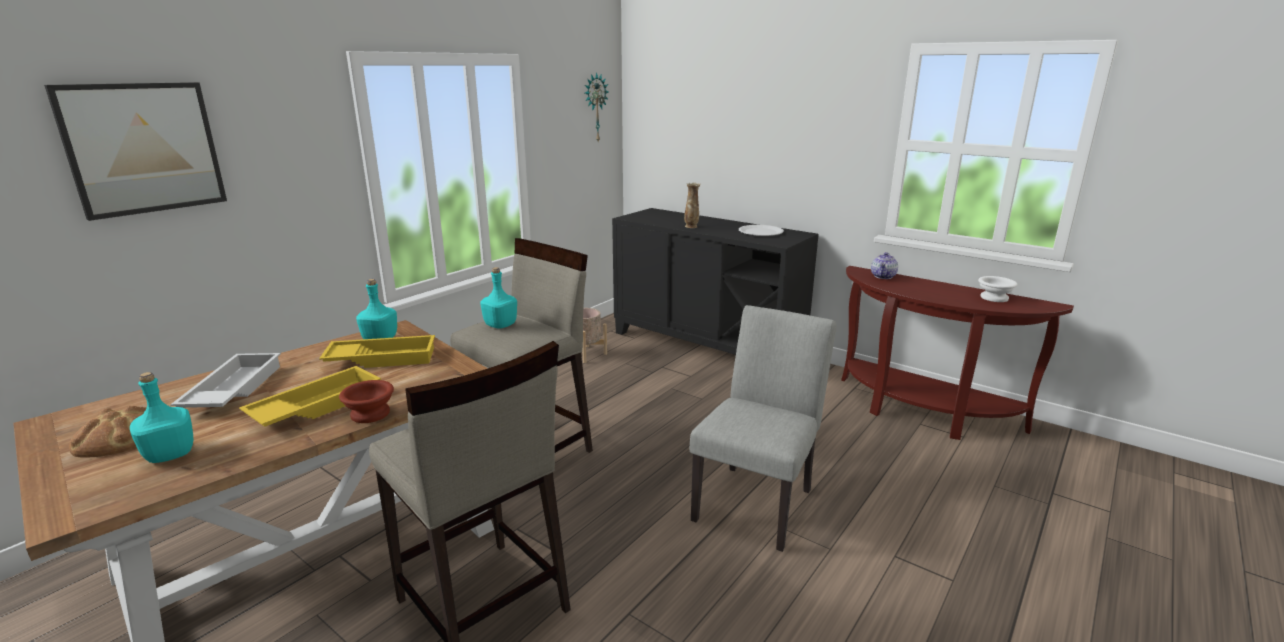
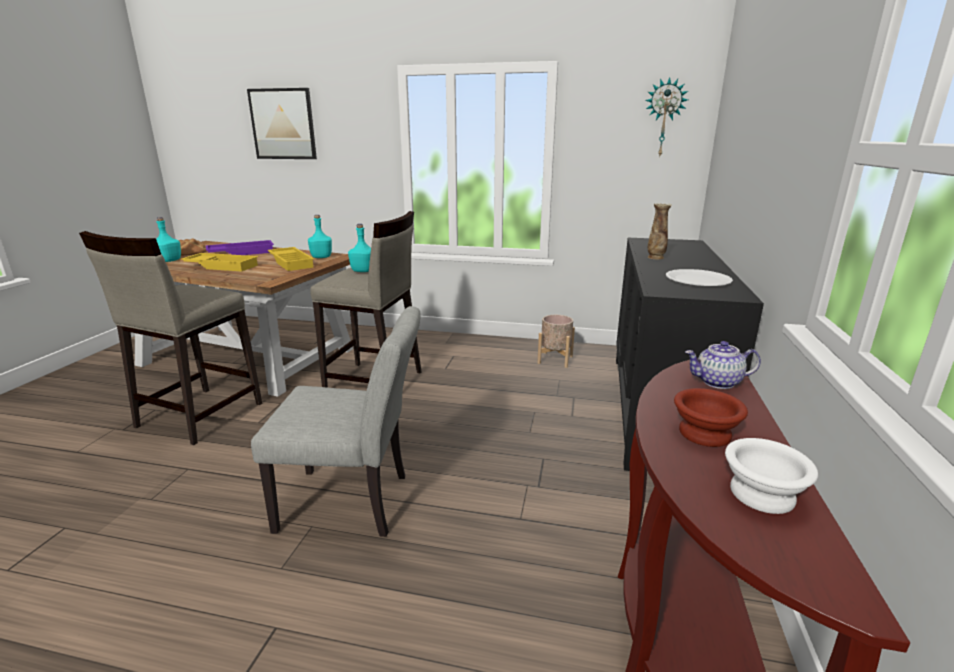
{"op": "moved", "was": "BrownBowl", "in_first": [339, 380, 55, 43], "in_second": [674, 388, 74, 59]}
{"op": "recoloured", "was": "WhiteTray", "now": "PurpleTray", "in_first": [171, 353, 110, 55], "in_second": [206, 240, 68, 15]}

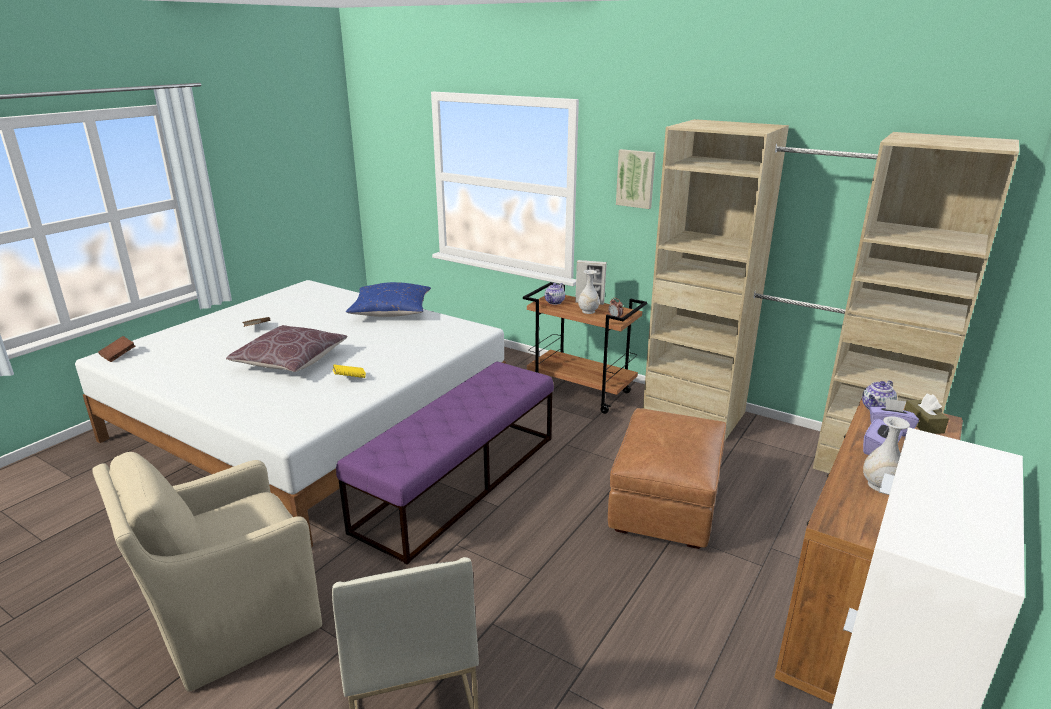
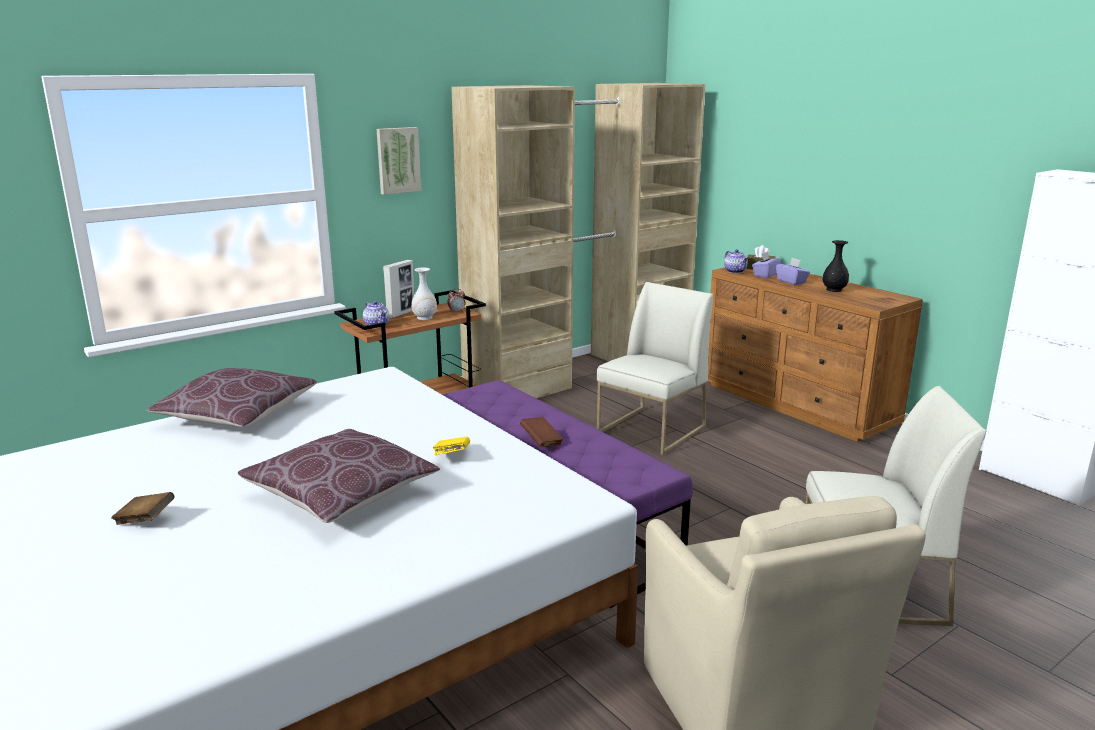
{"op": "moved", "was": "BrownBook", "in_first": [98, 336, 37, 26], "in_second": [520, 417, 43, 30]}
{"op": "replaced", "was": "BrownOttoman", "now": "WhiteChair", "in_first": [608, 408, 118, 141], "in_second": [597, 282, 116, 173]}
{"op": "recoloured", "was": "BluePillow", "now": "BrownPillow", "in_first": [346, 282, 85, 35], "in_second": [147, 368, 170, 59]}
{"op": "recoloured", "was": "WhiteVase", "now": "BlackVase", "in_first": [863, 416, 47, 75], "in_second": [823, 240, 26, 52]}

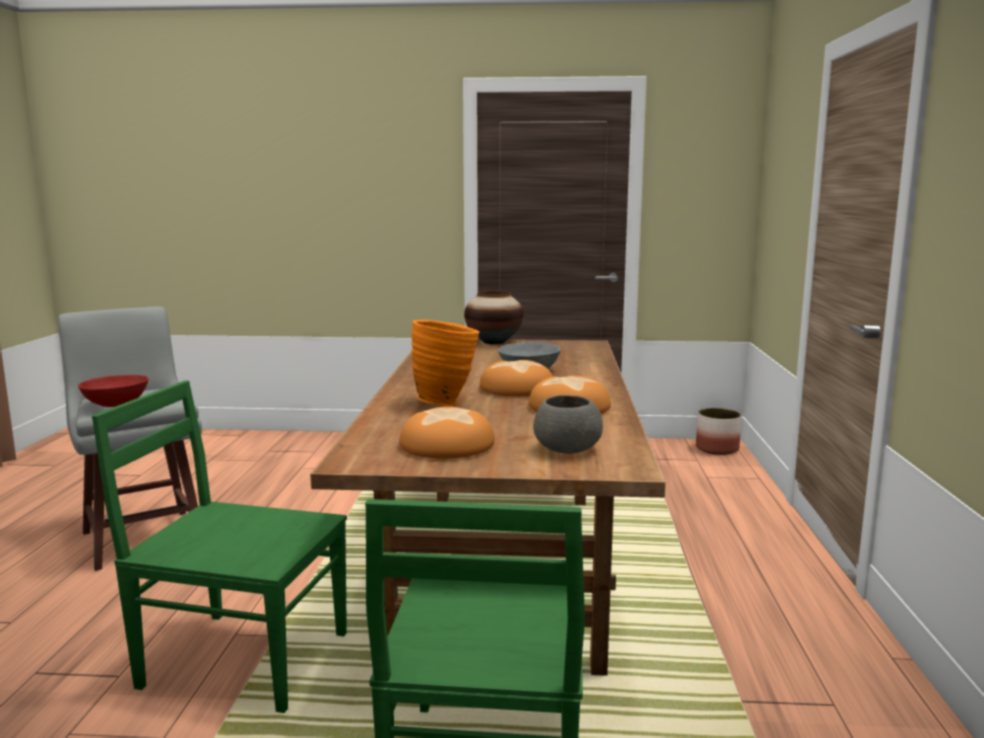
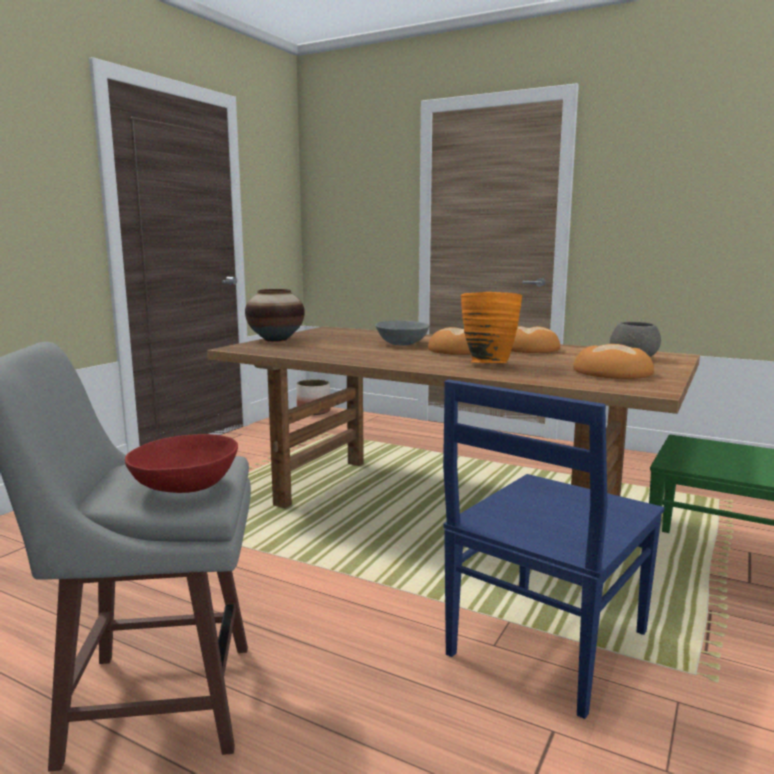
{"op": "recoloured", "was": "GreenChair", "now": "BlueChair", "in_first": [92, 380, 255, 333], "in_second": [443, 379, 221, 340]}

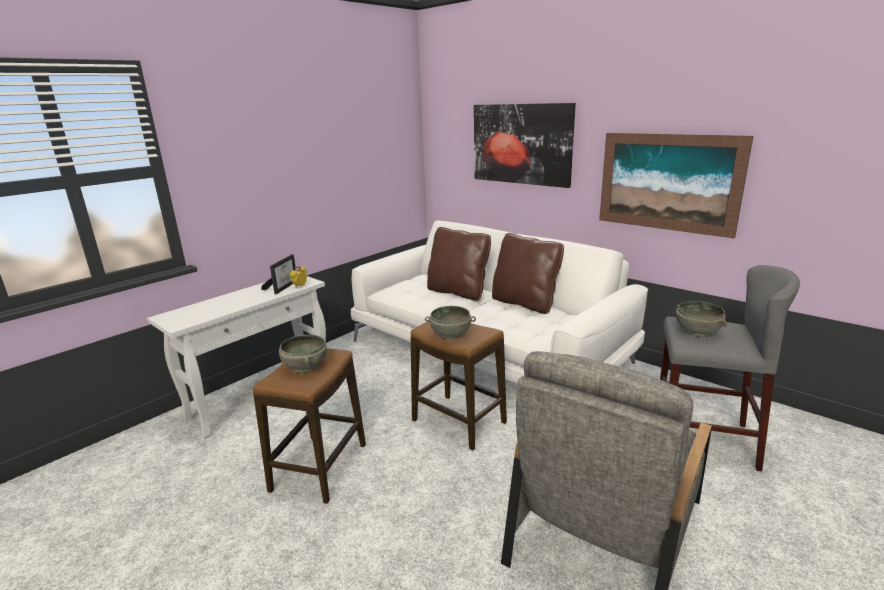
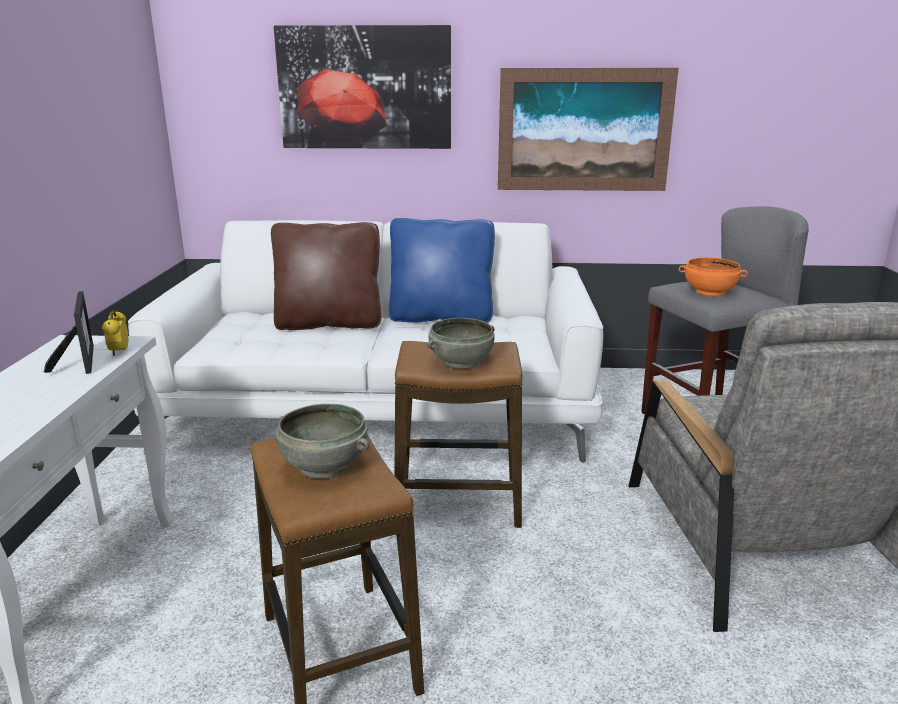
{"op": "recoloured", "was": "BrownPillow", "now": "BluePillow", "in_first": [492, 233, 72, 81], "in_second": [389, 218, 106, 105]}
{"op": "recoloured", "was": "GreyBowl", "now": "OrangeBowl", "in_first": [675, 301, 52, 36], "in_second": [679, 257, 69, 39]}

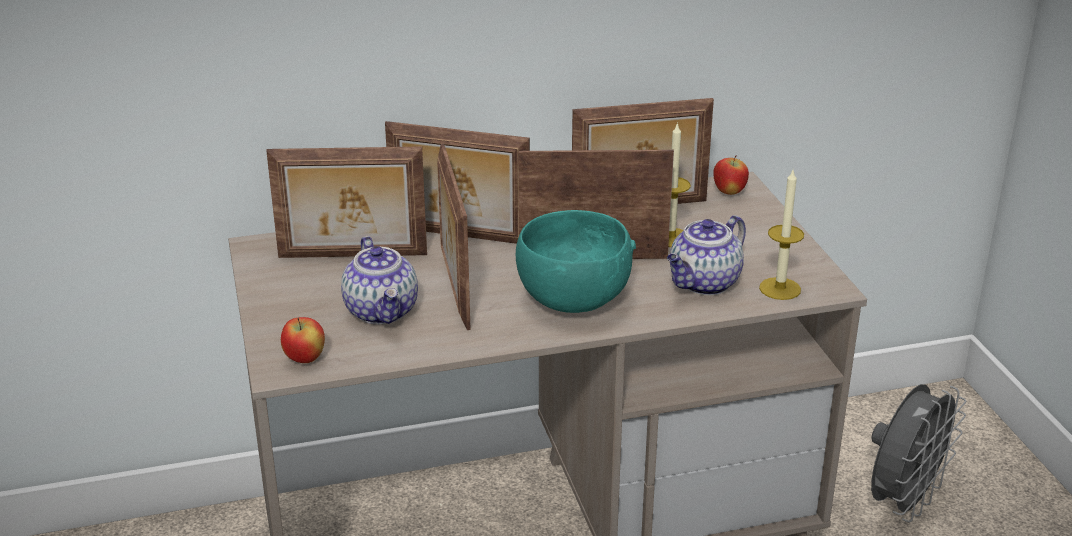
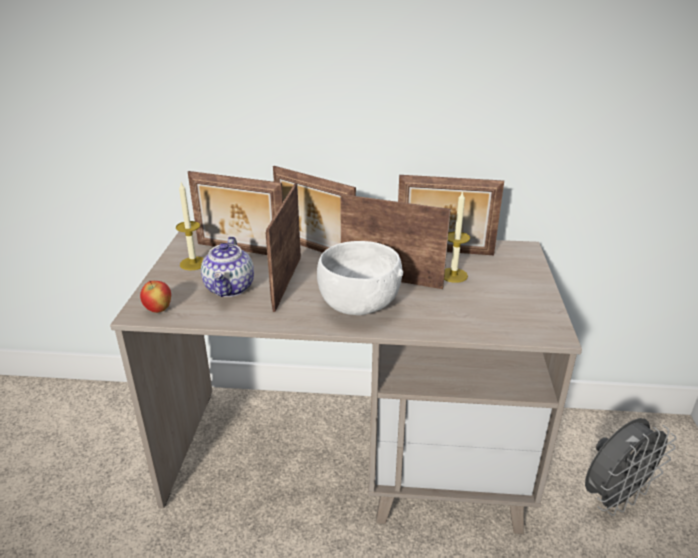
{"op": "removed", "was": "Teapot", "in_first": [667, 215, 79, 80]}
{"op": "removed", "was": "Apple", "in_first": [713, 155, 36, 40]}
{"op": "moved", "was": "Candle", "in_first": [759, 170, 45, 130], "in_second": [176, 182, 28, 88]}
{"op": "recoloured", "was": "TurquoiseBowl", "now": "WhiteBowl", "in_first": [516, 210, 120, 103], "in_second": [317, 241, 86, 74]}

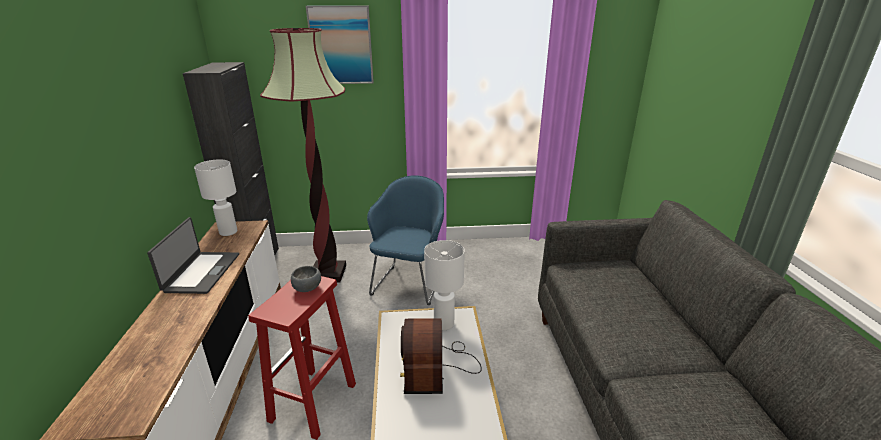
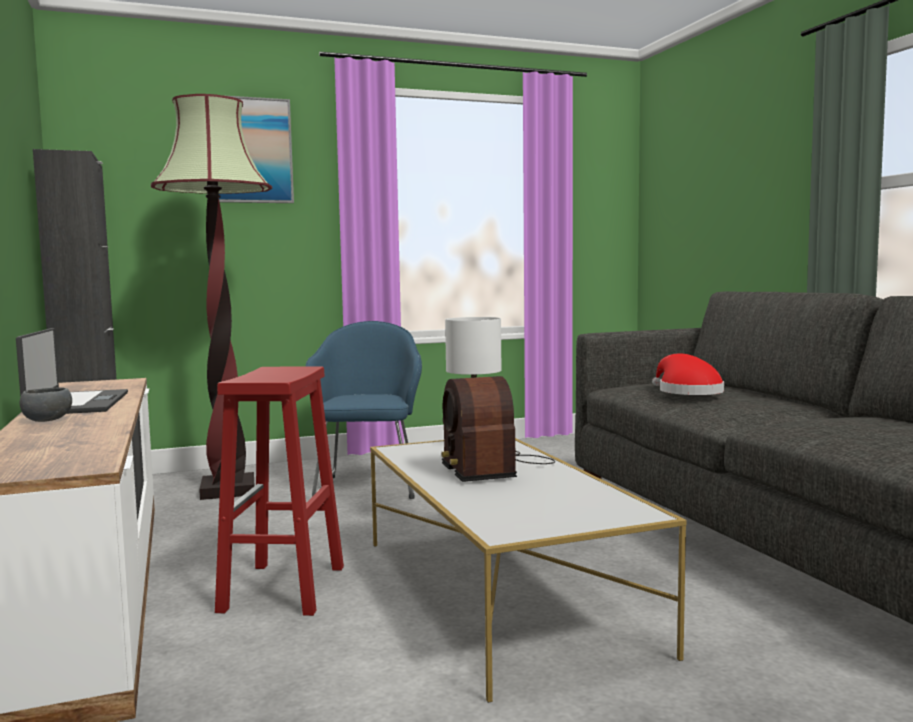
{"op": "removed", "was": "WhiteTableLamp", "in_first": [194, 160, 43, 76]}
{"op": "added", "now": "RedHat", "in_second": [652, 353, 72, 42]}
{"op": "moved", "was": "GreyBowl", "in_first": [291, 266, 30, 26], "in_second": [20, 387, 52, 35]}

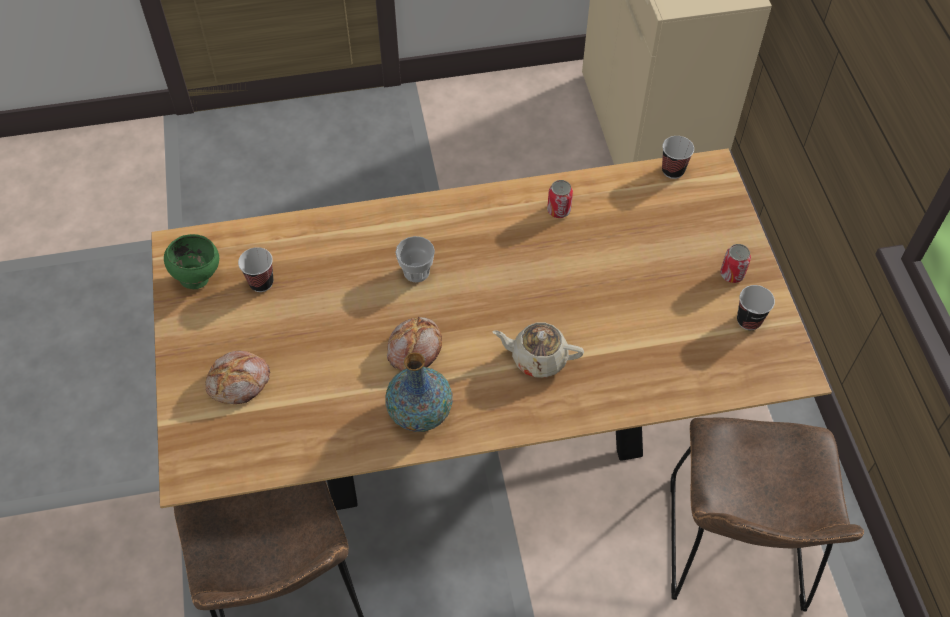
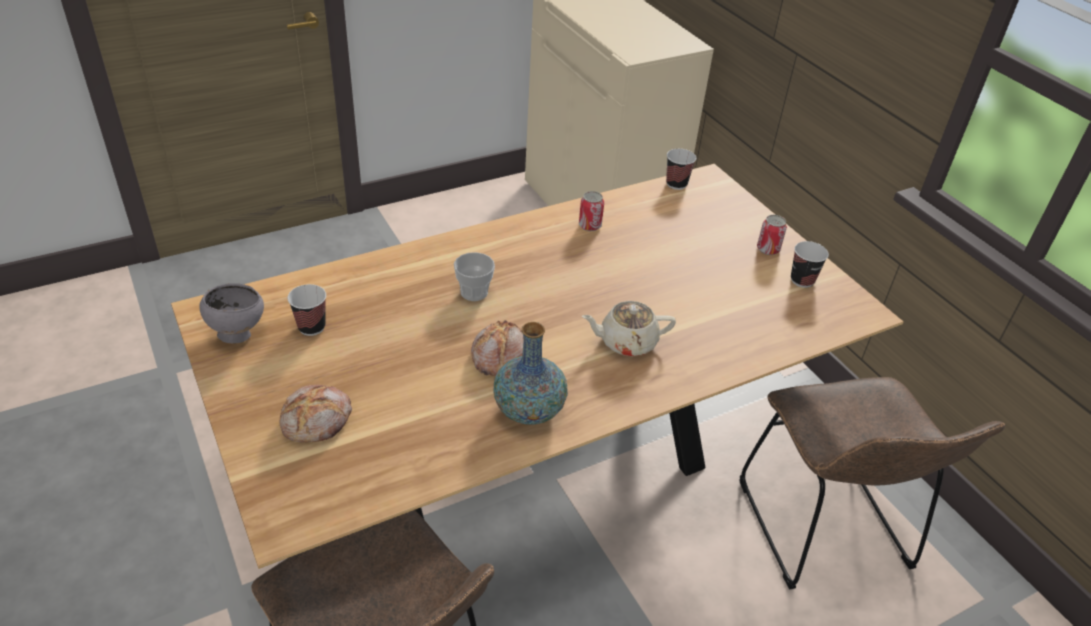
{"op": "recoloured", "was": "GreenBowl", "now": "GreyBowl", "in_first": [164, 234, 55, 55], "in_second": [199, 283, 65, 60]}

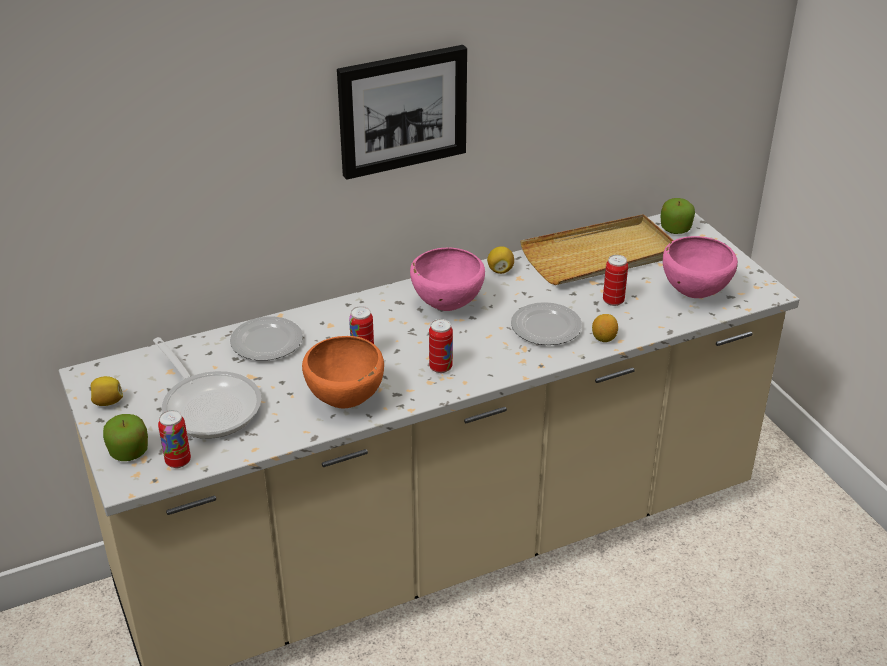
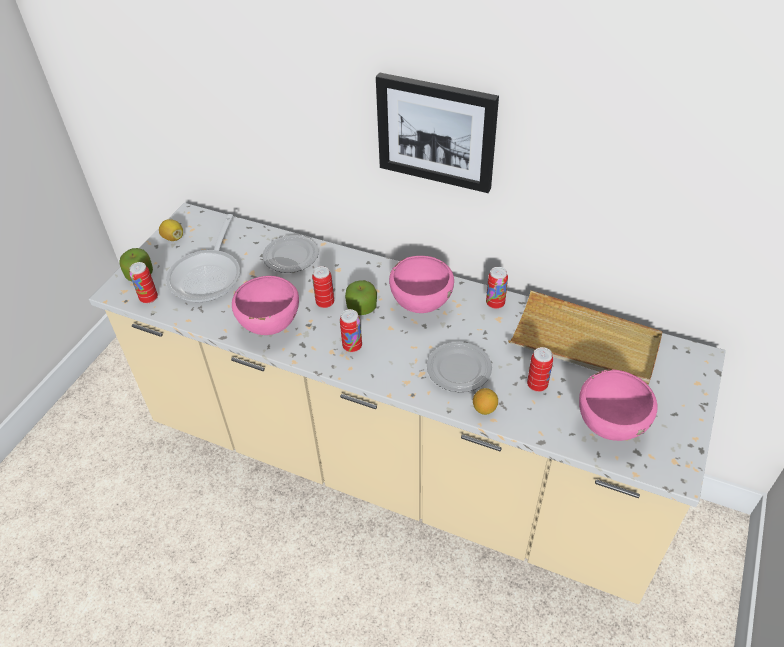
{"op": "moved", "was": "Apple", "in_first": [660, 198, 35, 36], "in_second": [345, 280, 32, 35]}
{"op": "replaced", "was": "Lemon", "now": "Can", "in_first": [487, 246, 27, 28], "in_second": [486, 267, 22, 42]}
{"op": "recoloured", "was": "OrangeBowl", "now": "PinkBowl", "in_first": [302, 336, 82, 73], "in_second": [232, 276, 67, 59]}

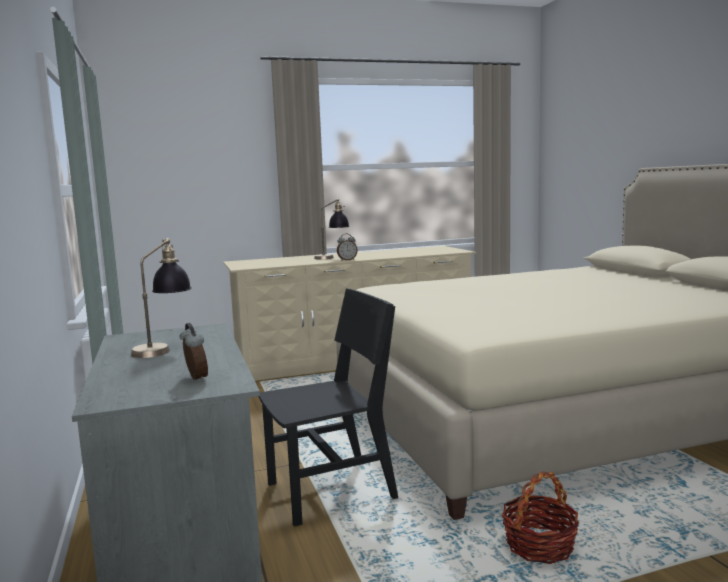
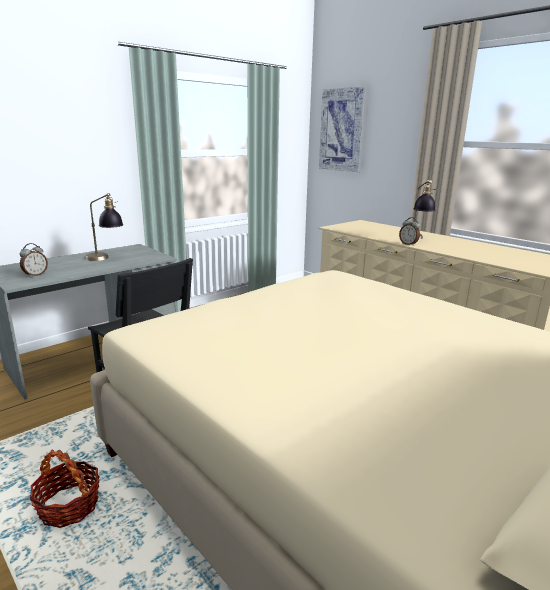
{"op": "added", "now": "Picture", "in_second": [319, 86, 48, 86]}

